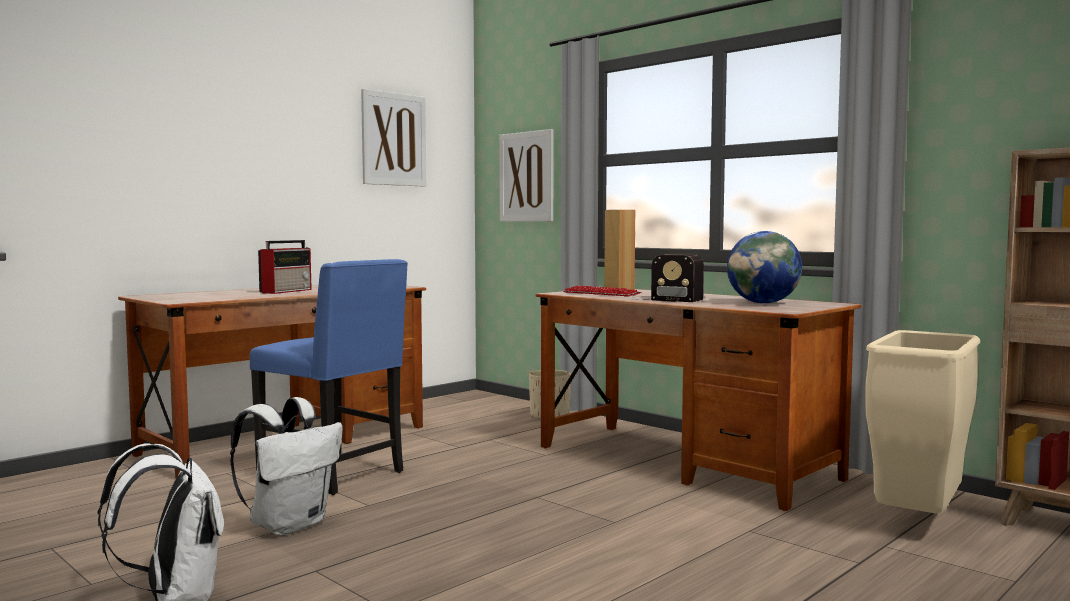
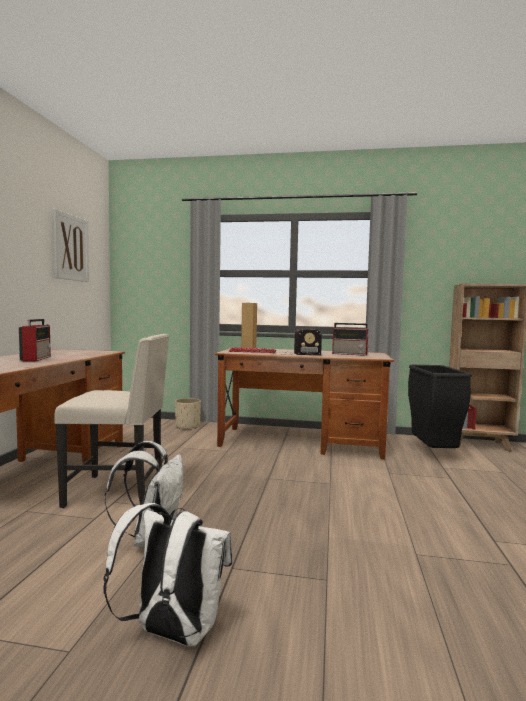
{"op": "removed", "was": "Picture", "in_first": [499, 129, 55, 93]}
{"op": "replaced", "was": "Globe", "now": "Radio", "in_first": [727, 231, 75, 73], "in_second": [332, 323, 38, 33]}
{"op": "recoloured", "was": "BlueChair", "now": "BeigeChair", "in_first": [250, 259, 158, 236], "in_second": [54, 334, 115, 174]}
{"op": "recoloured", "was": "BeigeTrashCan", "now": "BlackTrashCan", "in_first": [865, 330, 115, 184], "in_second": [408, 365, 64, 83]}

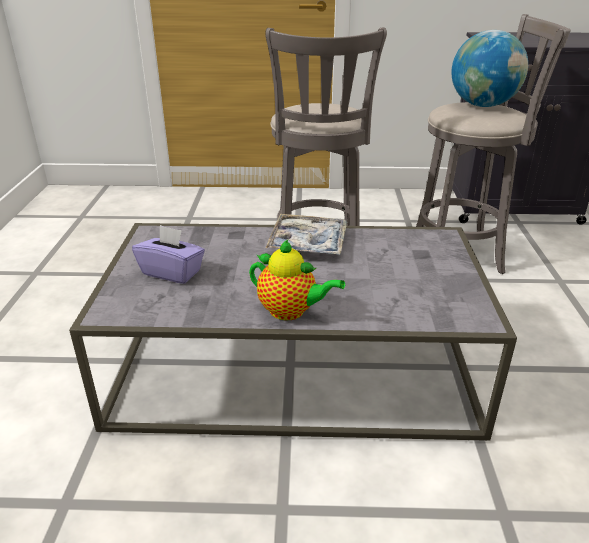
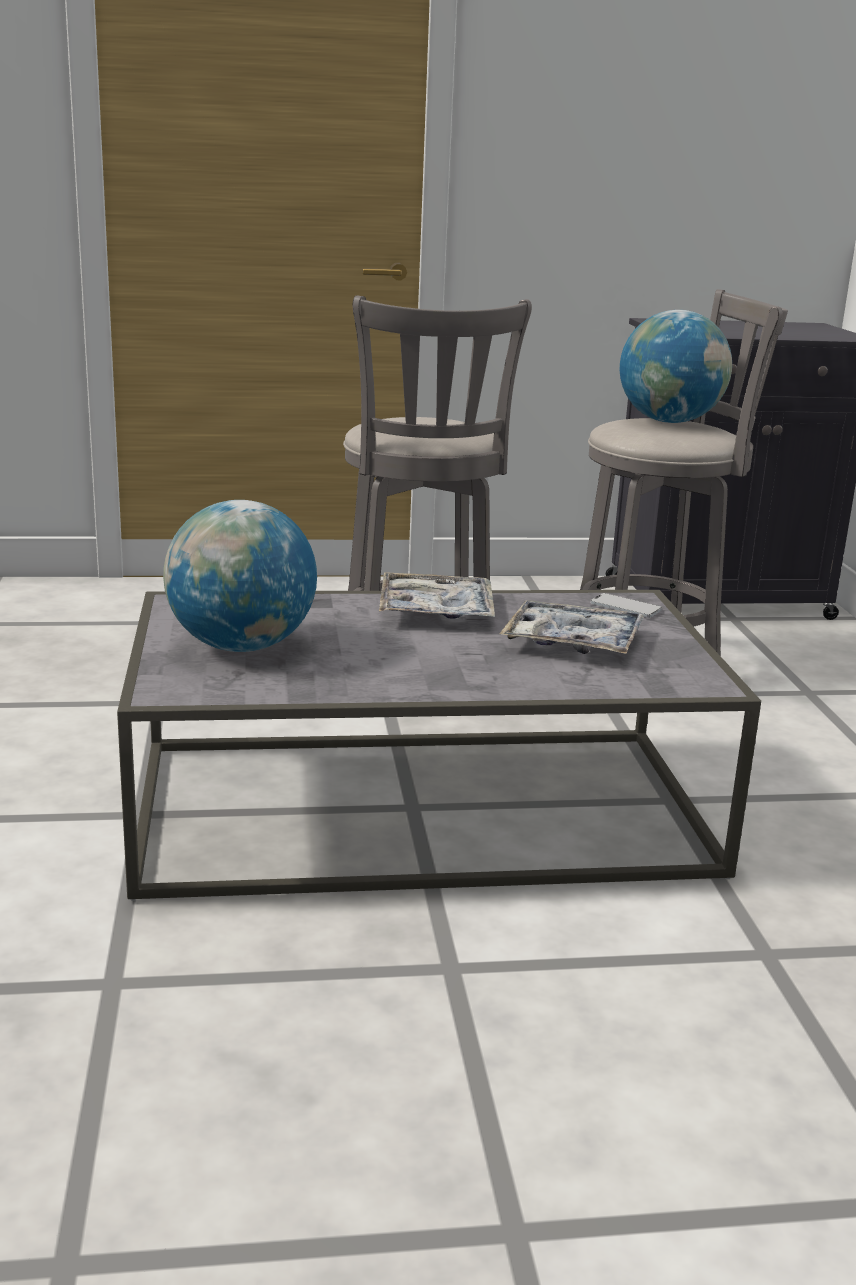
{"op": "removed", "was": "Teapot", "in_first": [249, 240, 96, 80]}
{"op": "added", "now": "Tray", "in_second": [500, 600, 145, 54]}
{"op": "added", "now": "Phone", "in_second": [590, 593, 72, 25]}
{"op": "replaced", "was": "PurpleTissueBox", "now": "Globe", "in_first": [132, 225, 73, 59], "in_second": [163, 500, 154, 152]}

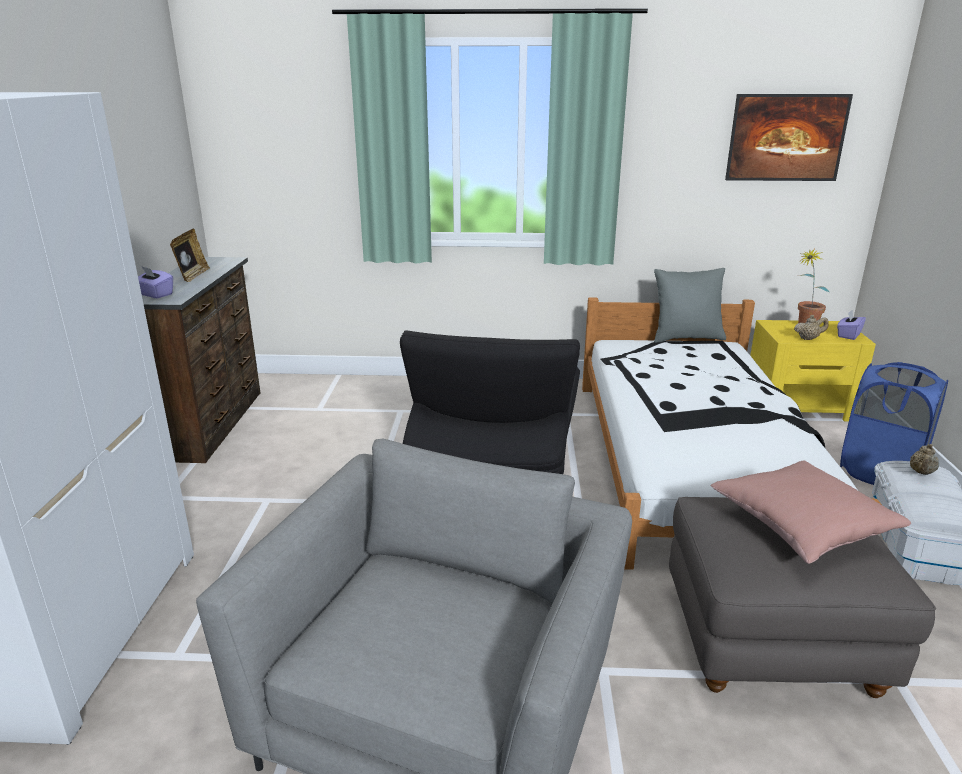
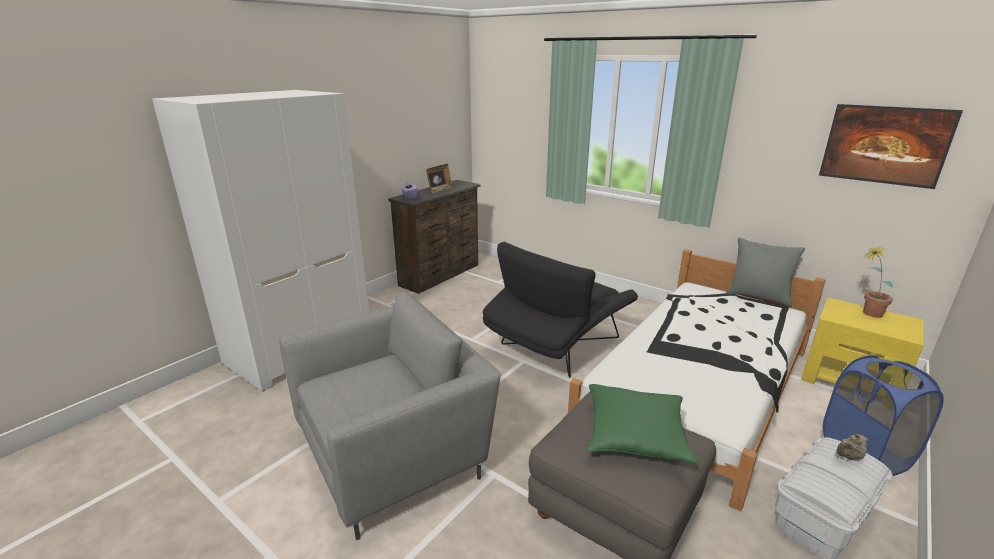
{"op": "removed", "was": "BeigeTeapot", "in_first": [794, 315, 35, 25]}
{"op": "removed", "was": "PurpleTissueBox", "in_first": [837, 310, 29, 30]}
{"op": "recoloured", "was": "PinkPillow", "now": "GreenPillow", "in_first": [710, 461, 201, 103], "in_second": [586, 384, 112, 80]}

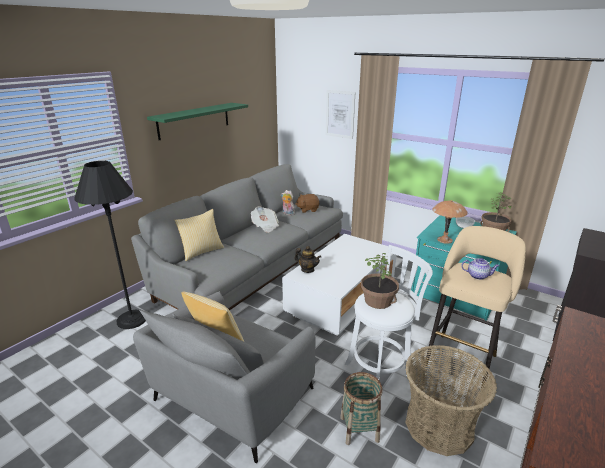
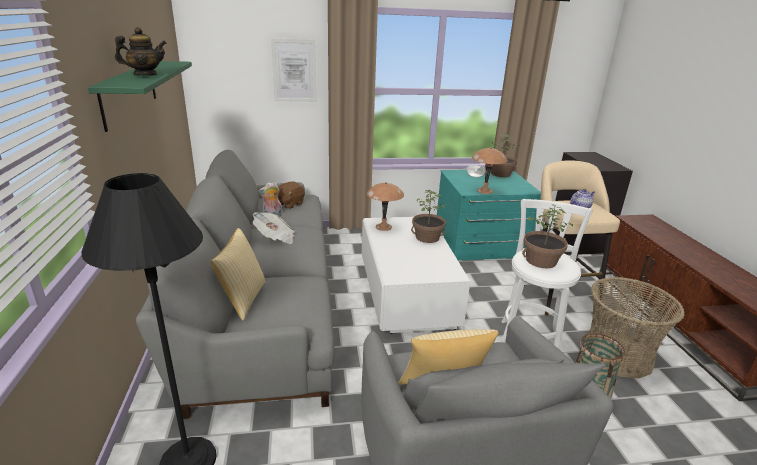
{"op": "added", "now": "BrownTableLamp", "in_second": [367, 182, 37, 49]}
{"op": "added", "now": "PottedPlant", "in_second": [411, 190, 37, 53]}
{"op": "moved", "was": "Teapot", "in_first": [294, 246, 27, 27], "in_second": [115, 27, 52, 49]}

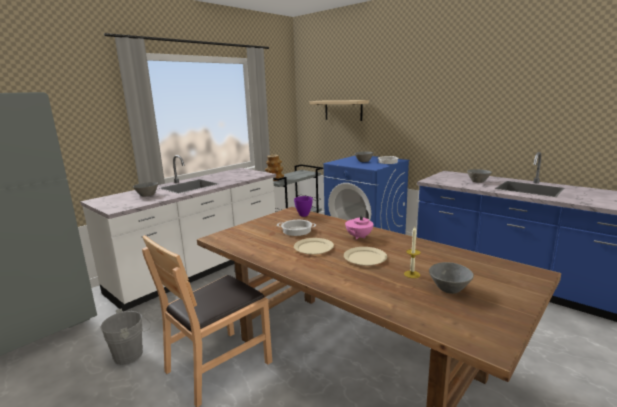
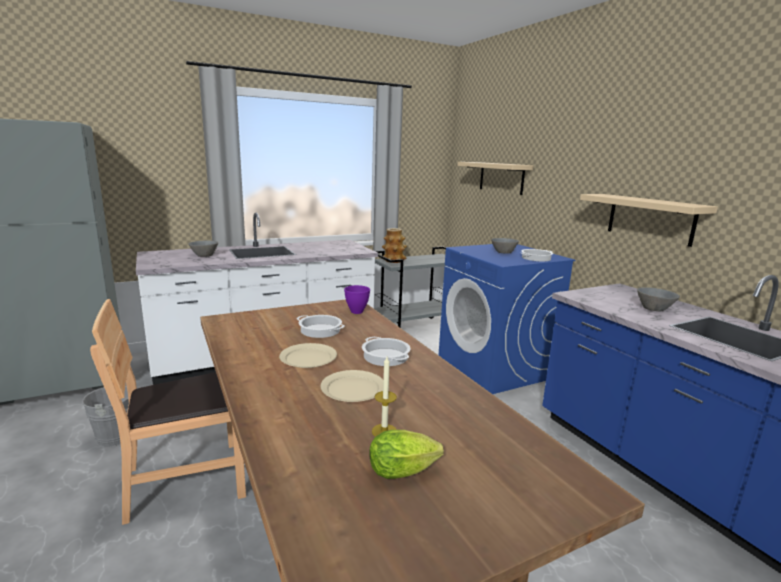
{"op": "added", "now": "BeigeShelf", "in_second": [580, 194, 138, 53]}
{"op": "replaced", "was": "PinkTeapot", "now": "CookingPot", "in_first": [345, 210, 29, 30], "in_second": [362, 337, 49, 29]}
{"op": "replaced", "was": "GreyBowl", "now": "Lettuce", "in_first": [429, 262, 45, 32], "in_second": [369, 430, 75, 49]}

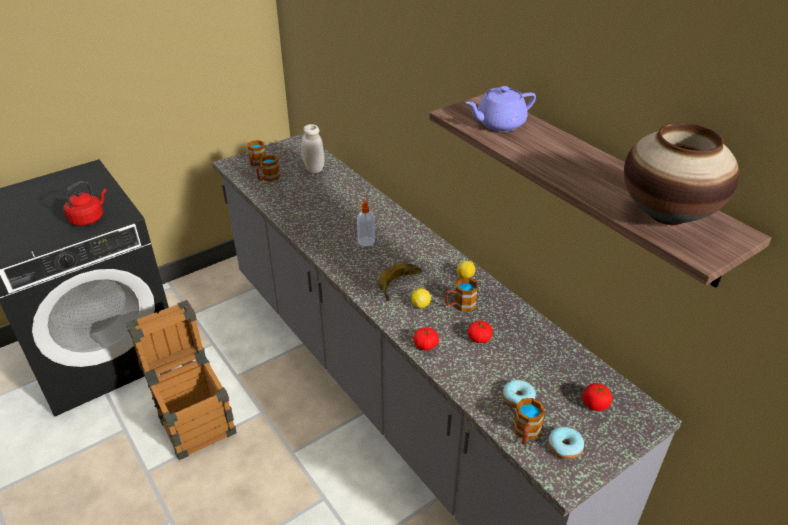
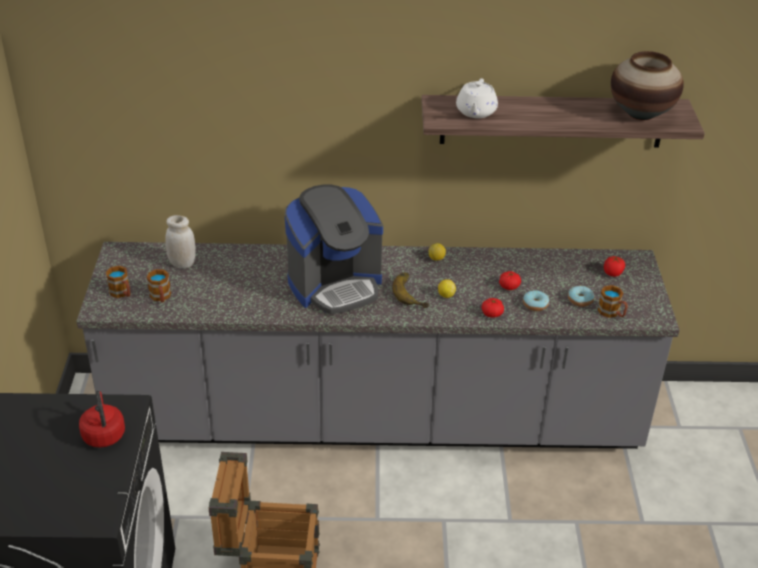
{"op": "removed", "was": "Mug", "in_first": [445, 278, 33, 34]}
{"op": "moved", "was": "Donut", "in_first": [548, 427, 36, 32], "in_second": [523, 290, 26, 21]}
{"op": "replaced", "was": "SoapDispenser", "now": "CoffeeMachine", "in_first": [357, 201, 18, 45], "in_second": [285, 185, 98, 129]}
{"op": "recoloured", "was": "PurpleTeapot", "now": "WhiteTeapot", "in_first": [465, 86, 71, 46], "in_second": [456, 78, 42, 40]}

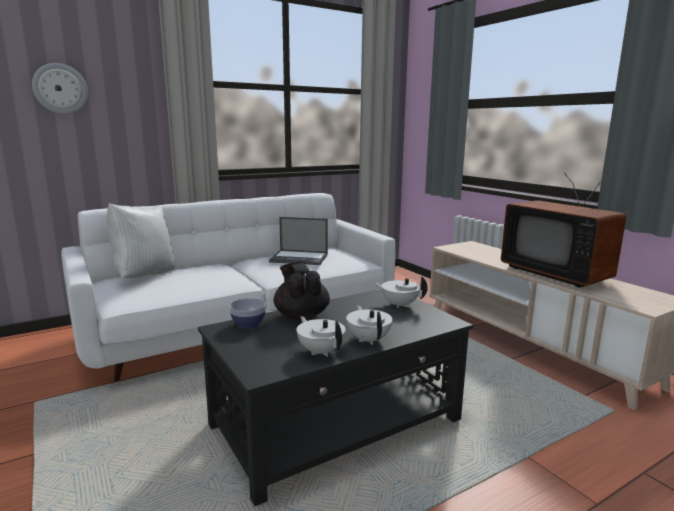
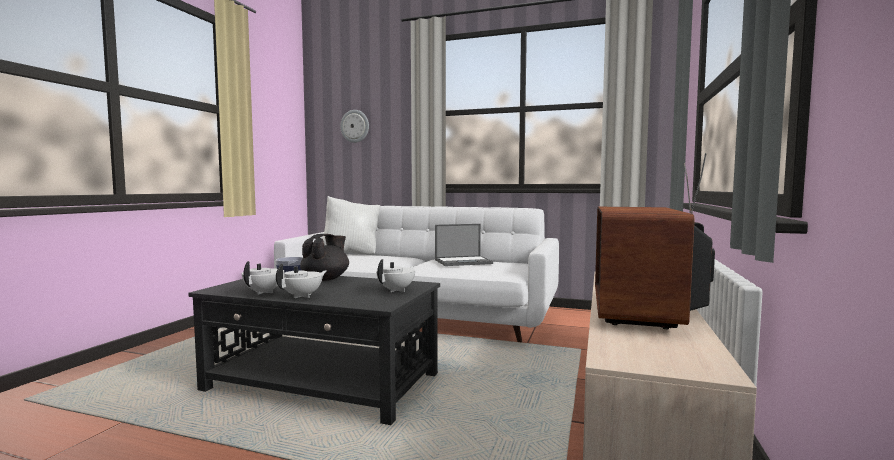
{"op": "turned", "was": "Laptop", "in_first": [269, 217, 59, 48], "in_second": [435, 224, 58, 42], "clockwise": -75}
{"op": "turned", "was": "WhiteTeapot", "in_first": [373, 276, 55, 32], "in_second": [376, 259, 39, 33], "clockwise": 45}

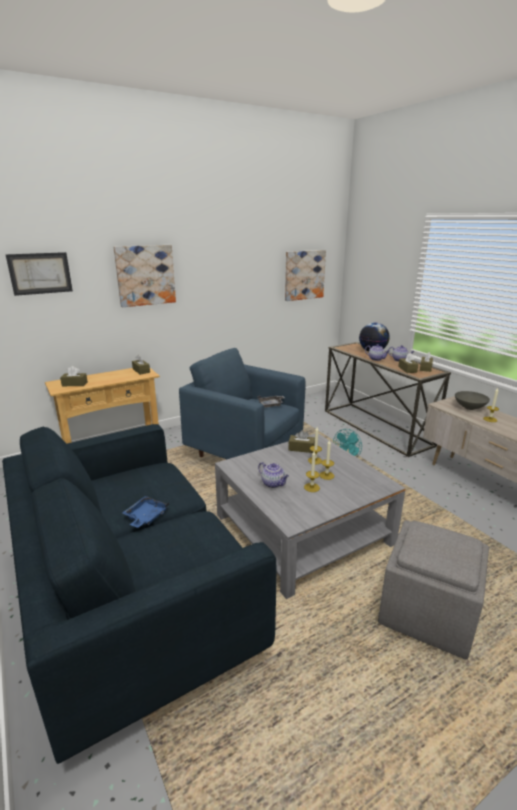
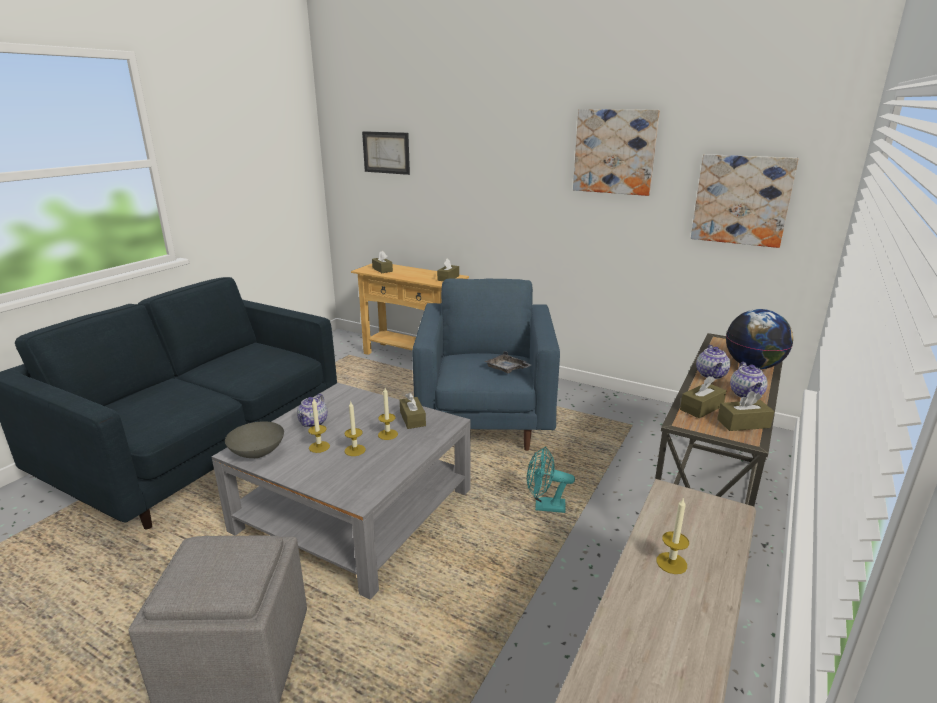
{"op": "removed", "was": "BlueTray", "in_first": [122, 496, 47, 32]}
{"op": "moved", "was": "Picture", "in_first": [113, 245, 63, 62], "in_second": [573, 109, 87, 87]}
{"op": "moved", "was": "GreyBowl", "in_first": [455, 391, 35, 19], "in_second": [225, 421, 59, 37]}

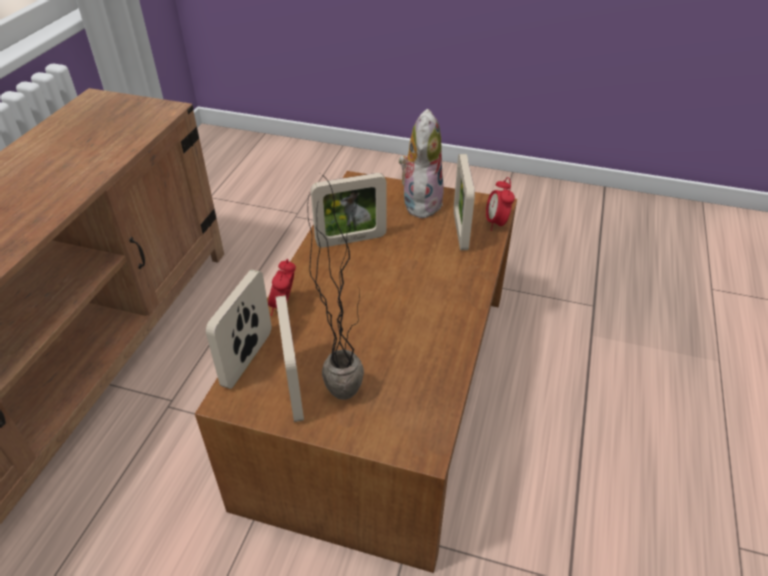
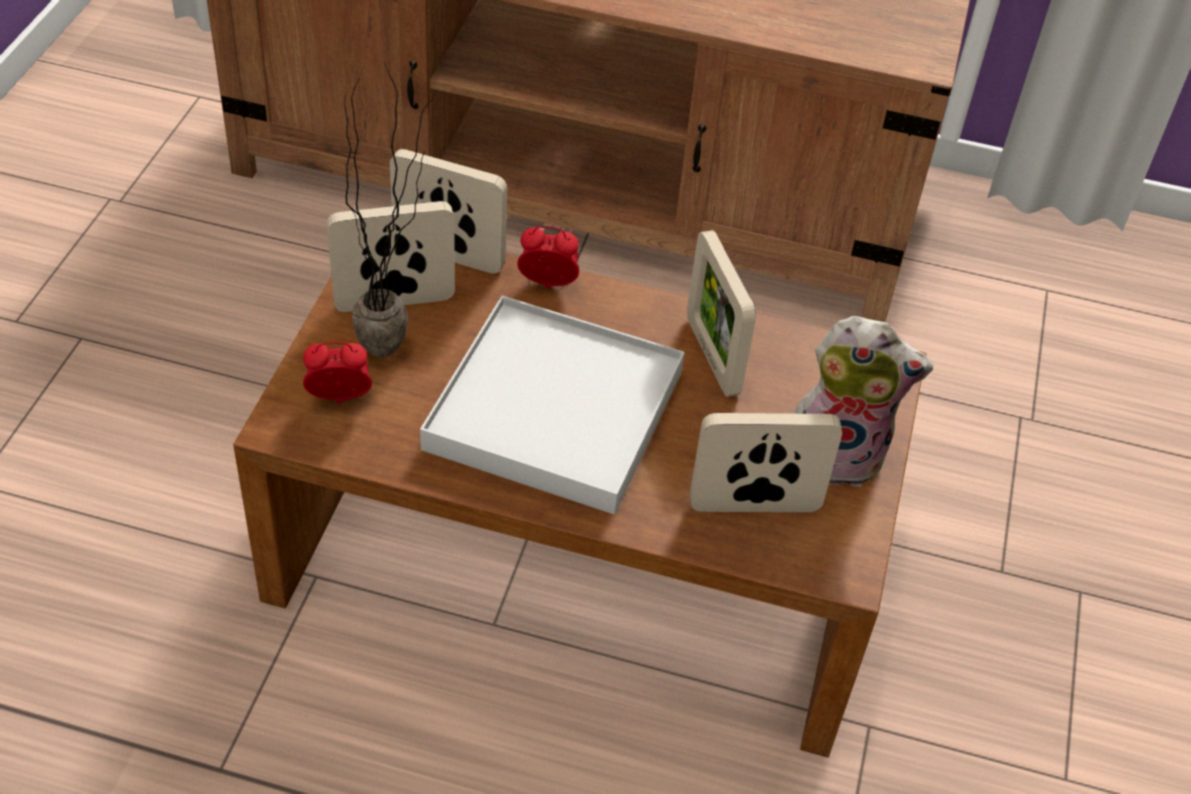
{"op": "added", "now": "WhiteTray", "in_second": [420, 295, 265, 220]}
{"op": "moved", "was": "AlarmClock", "in_first": [486, 177, 29, 54], "in_second": [303, 342, 69, 62]}

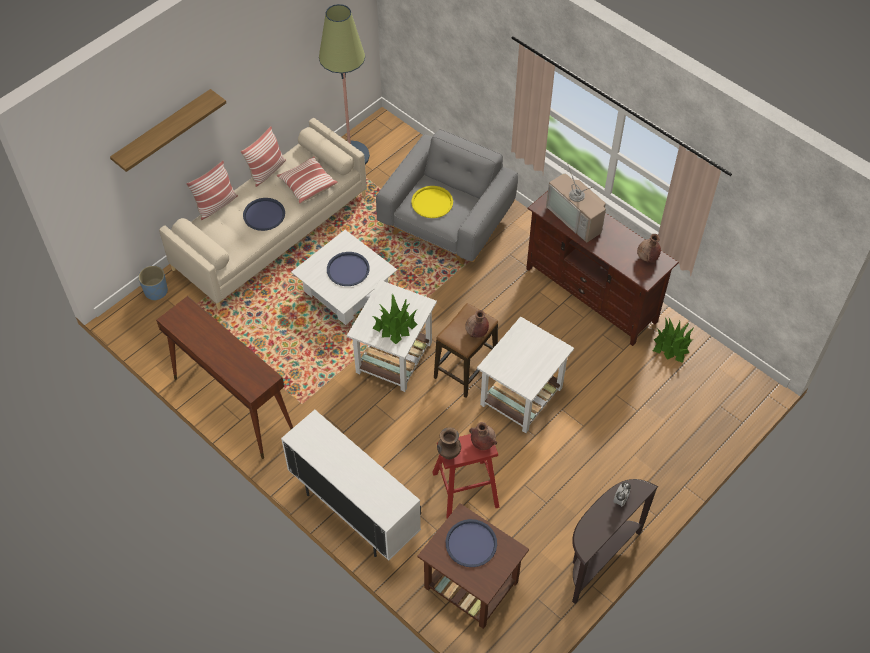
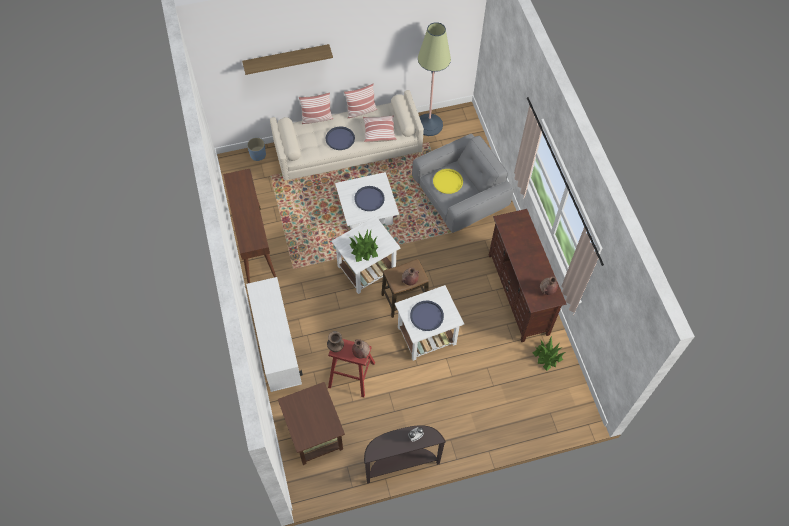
{"op": "removed", "was": "Television", "in_first": [546, 163, 60, 80]}
{"op": "moved", "was": "BlueTray", "in_first": [446, 519, 51, 48], "in_second": [410, 301, 34, 30]}

